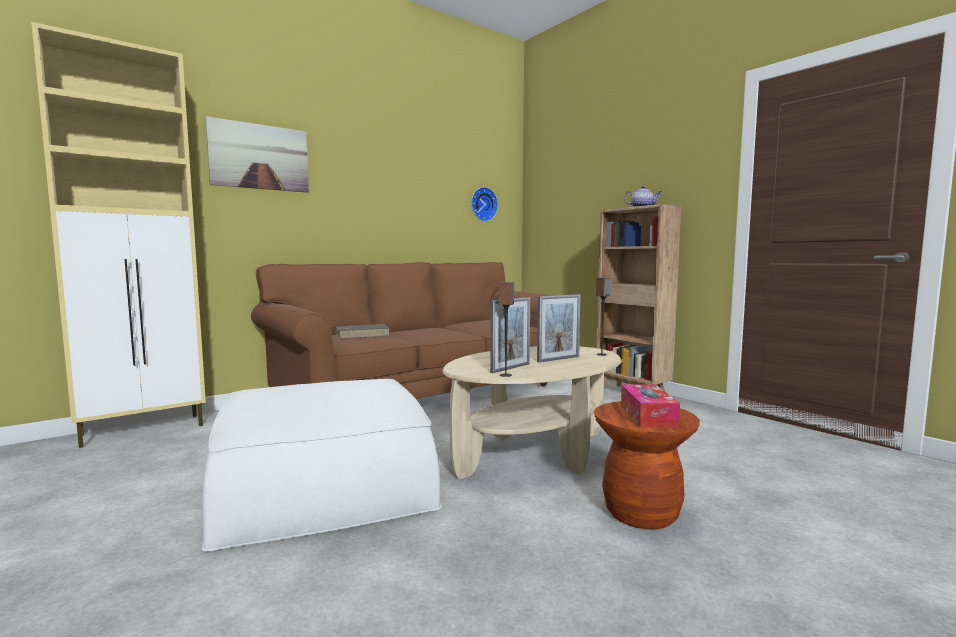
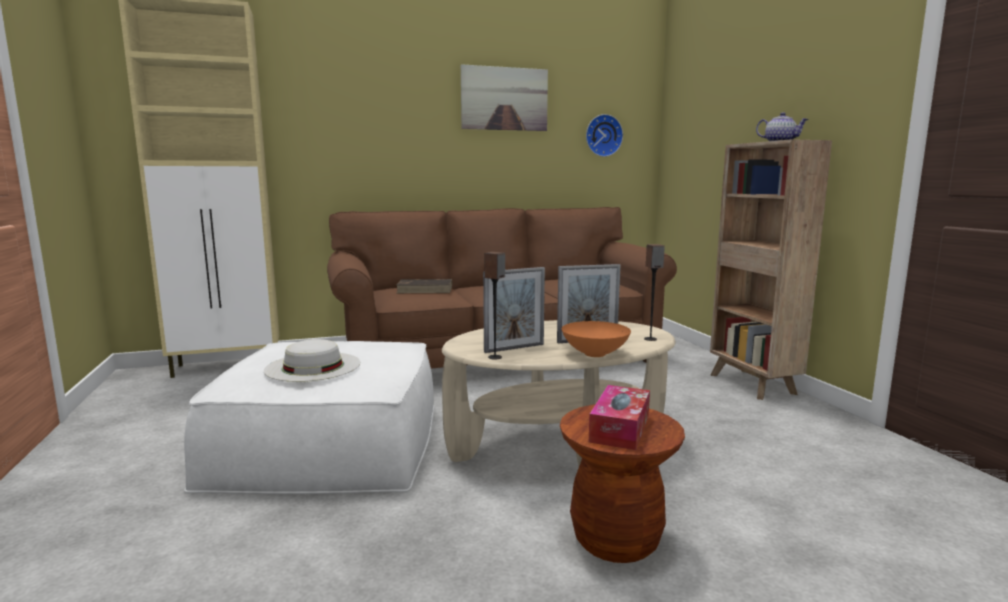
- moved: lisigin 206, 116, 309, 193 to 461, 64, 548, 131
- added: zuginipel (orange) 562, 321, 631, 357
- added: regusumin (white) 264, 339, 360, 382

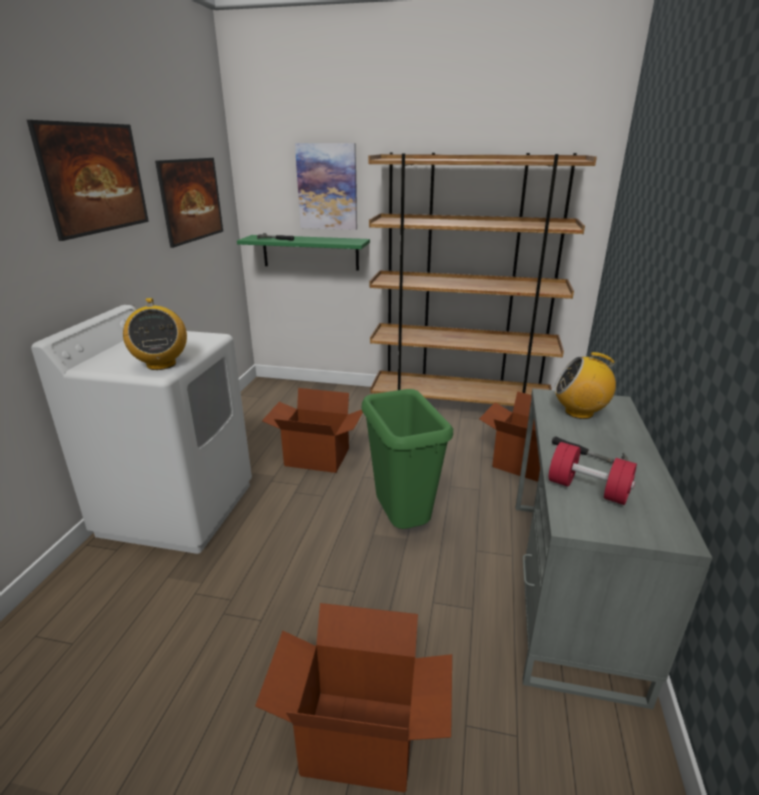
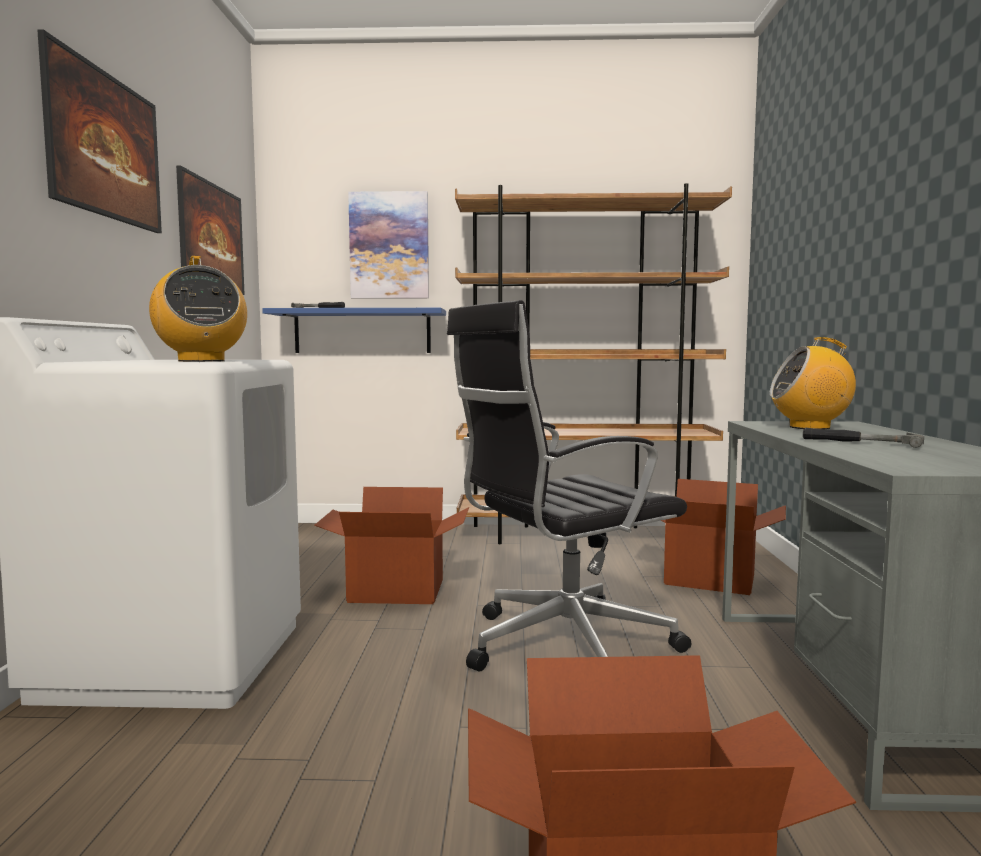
- recoloured: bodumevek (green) 237, 235, 370, 271 to bodumevek (blue) 262, 308, 446, 353
- replaced: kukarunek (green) 362, 389, 453, 529 to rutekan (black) 447, 300, 691, 671
- removed: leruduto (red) 549, 442, 637, 505

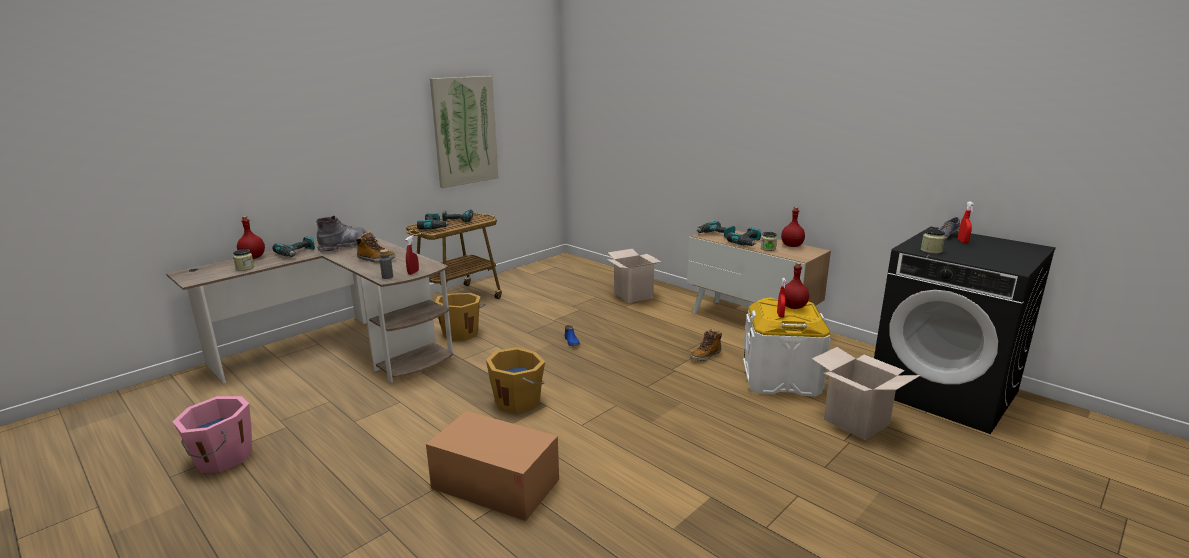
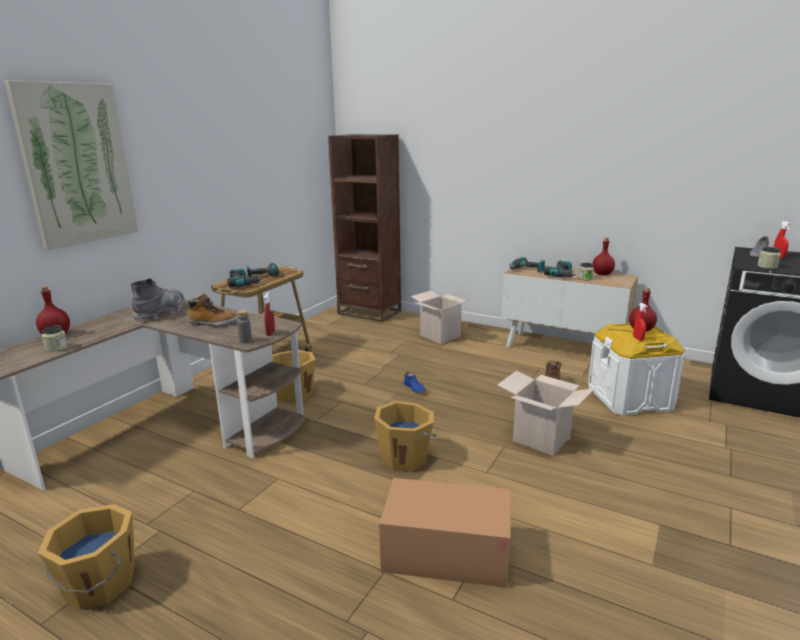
- moved: lisigin 430, 76, 499, 188 to 5, 80, 138, 250
- removed: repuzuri 272, 236, 315, 257
- moved: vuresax 812, 347, 921, 440 to 498, 371, 595, 456
- recoloured: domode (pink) 173, 396, 252, 473 to domode (orange) 38, 504, 134, 610
- added: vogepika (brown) 328, 134, 401, 322

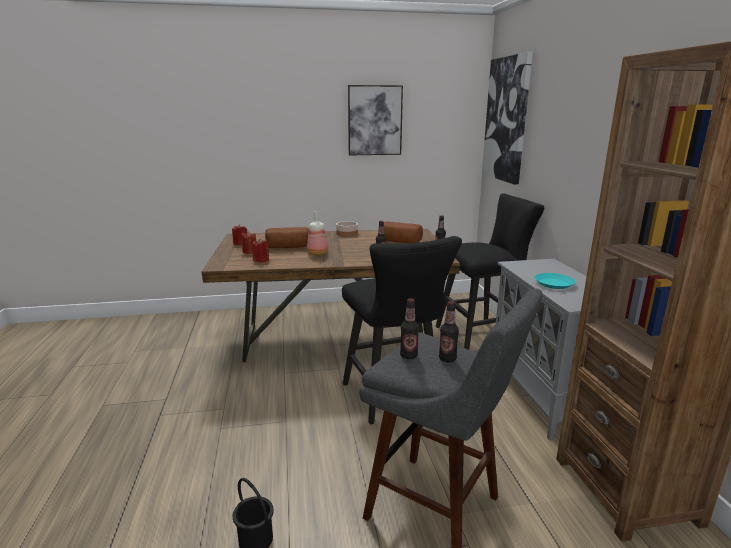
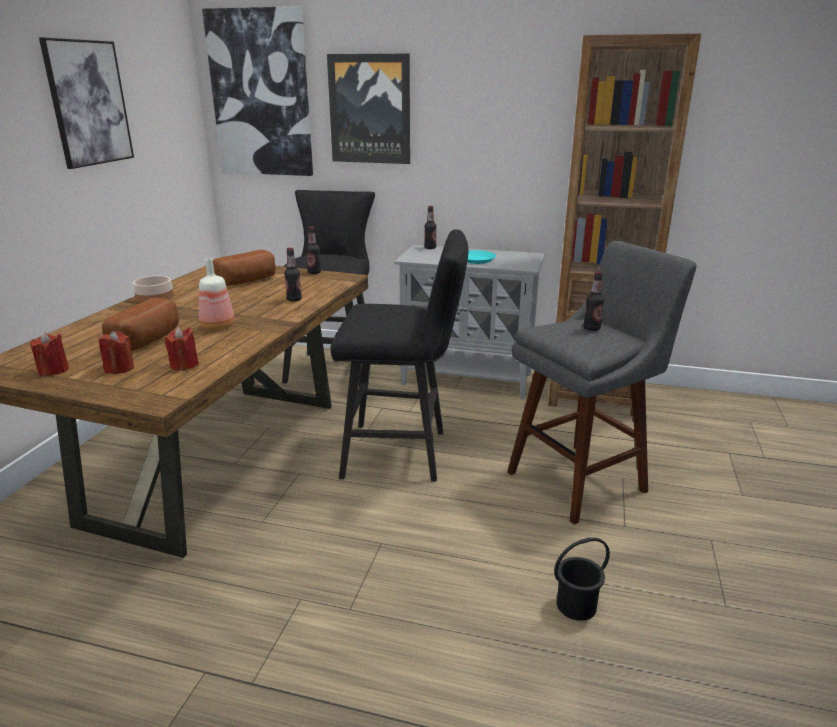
- moved: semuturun 400, 298, 419, 359 to 424, 206, 437, 249
- added: lisigin 327, 54, 410, 164

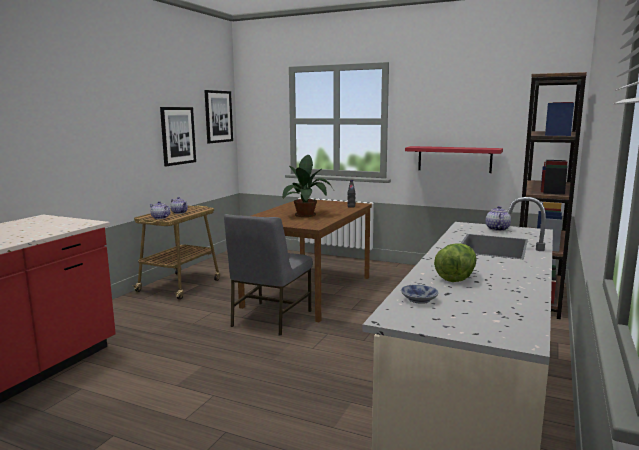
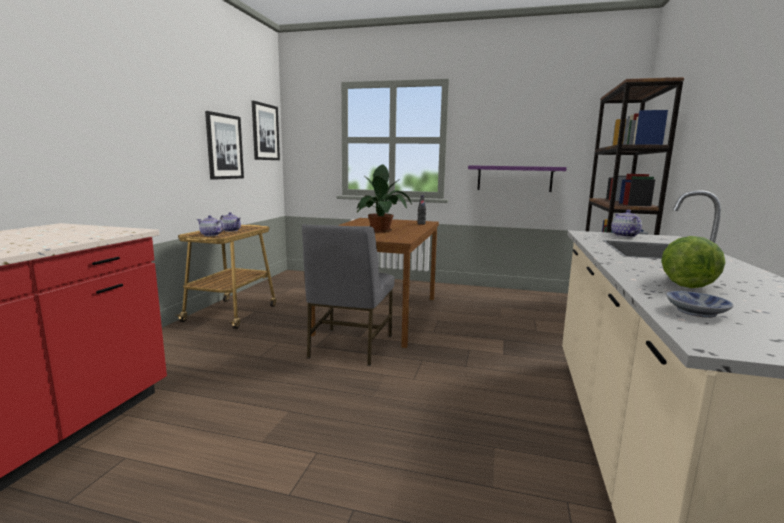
- recoloured: bodumevek (red) 405, 146, 503, 173 to bodumevek (purple) 468, 165, 567, 192

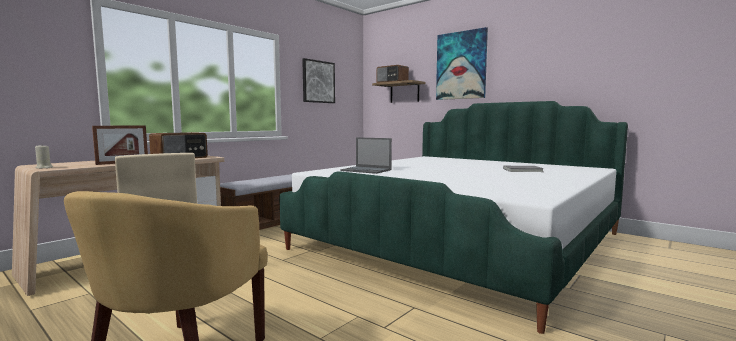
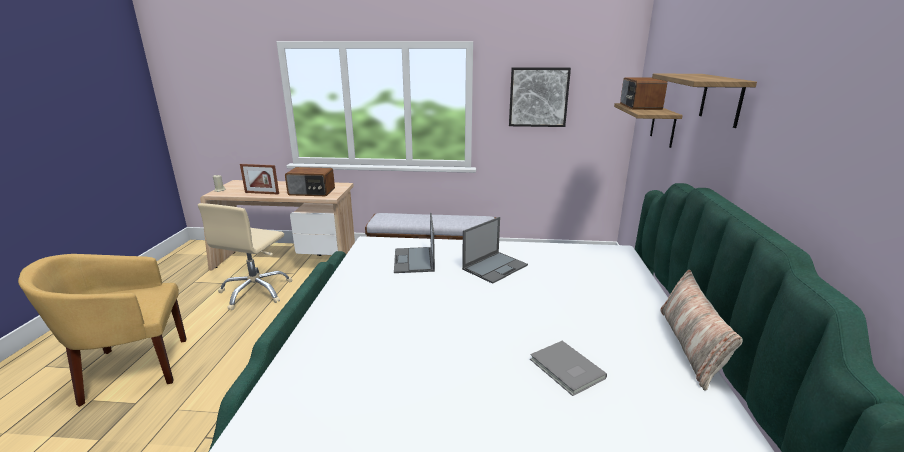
- replaced: lisigin 436, 27, 488, 100 to bodumevek 652, 74, 757, 128
- added: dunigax 462, 217, 528, 284
- added: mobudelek 661, 270, 743, 391

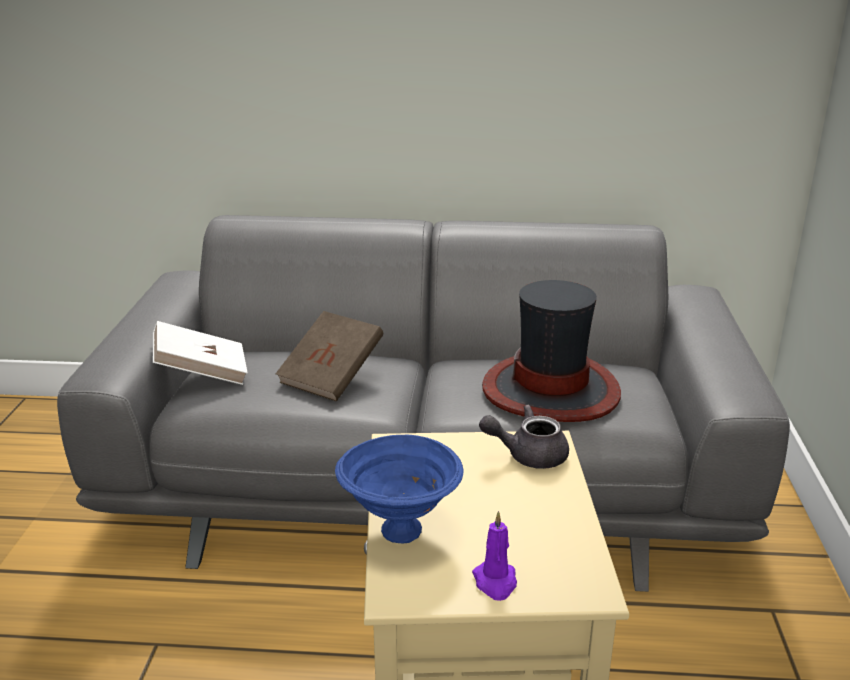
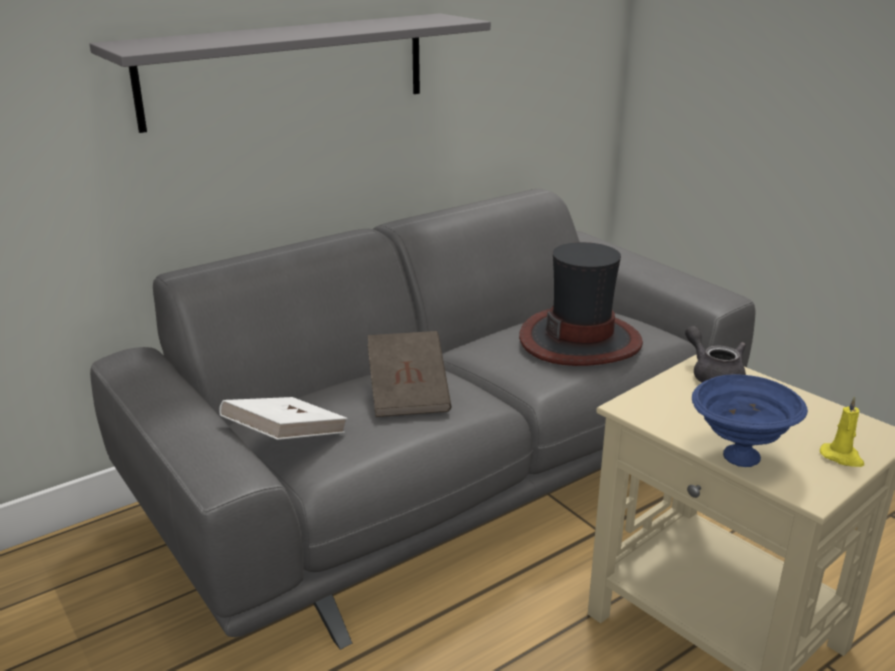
- turned: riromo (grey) 479, 405, 569, 469 = 685, 326, 746, 382 105 degrees clockwise
- recoloured: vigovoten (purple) 472, 511, 517, 601 to vigovoten (yellow) 820, 397, 864, 467
- added: bodumevek (grey) 89, 13, 491, 133

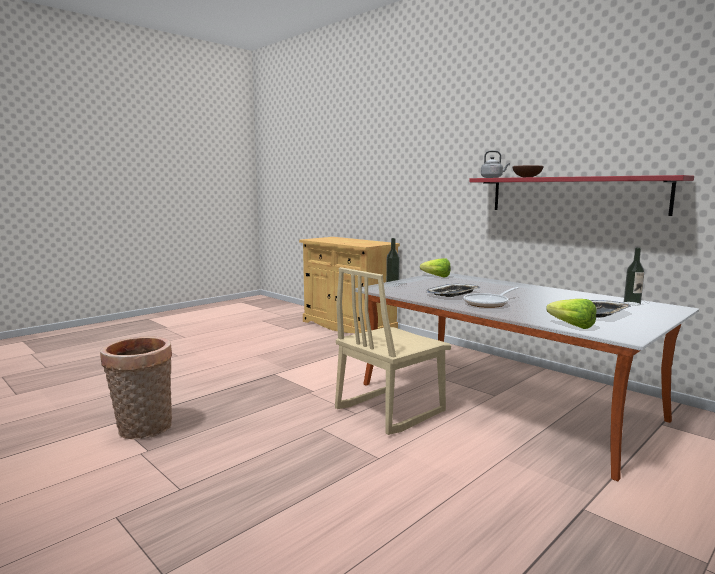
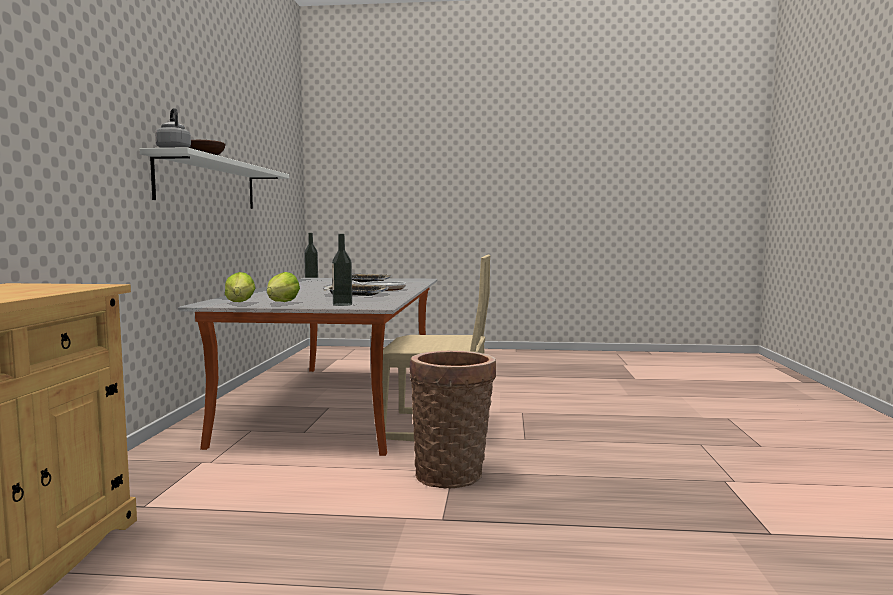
- recoloured: bodumevek (red) 469, 175, 694, 216 to bodumevek (white) 140, 147, 289, 209
- moved: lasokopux 546, 299, 596, 329 to 267, 272, 300, 302
- moved: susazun 100, 336, 172, 439 to 410, 351, 496, 489

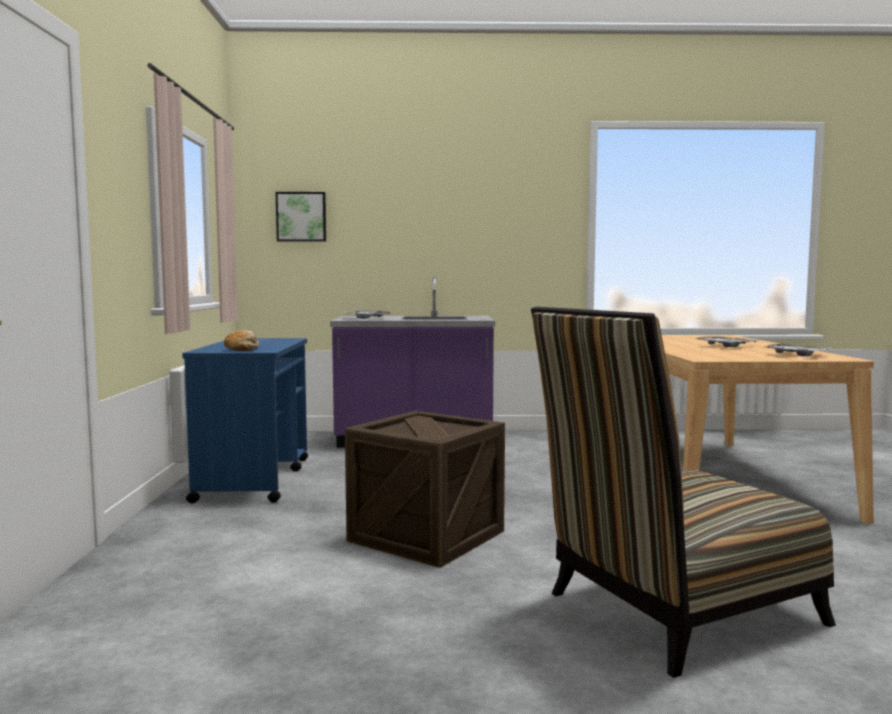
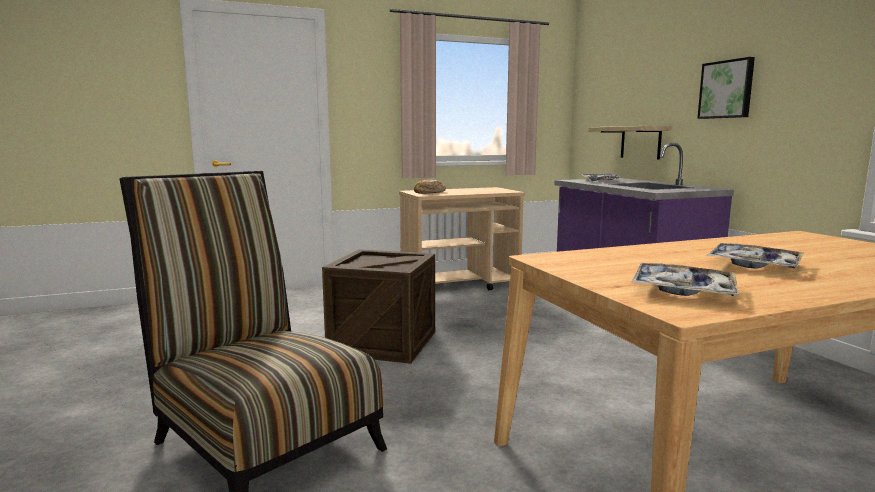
- moved: lisigin 276, 192, 326, 242 to 697, 57, 755, 119
- recoloured: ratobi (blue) 182, 338, 308, 503 to ratobi (beige) 399, 187, 525, 290
- added: bodumevek 588, 126, 671, 160

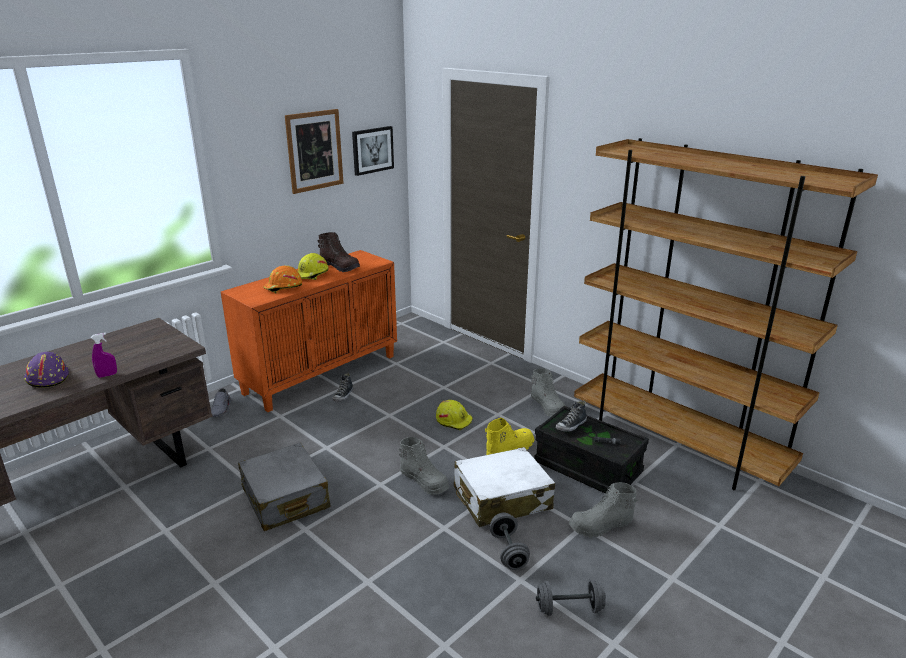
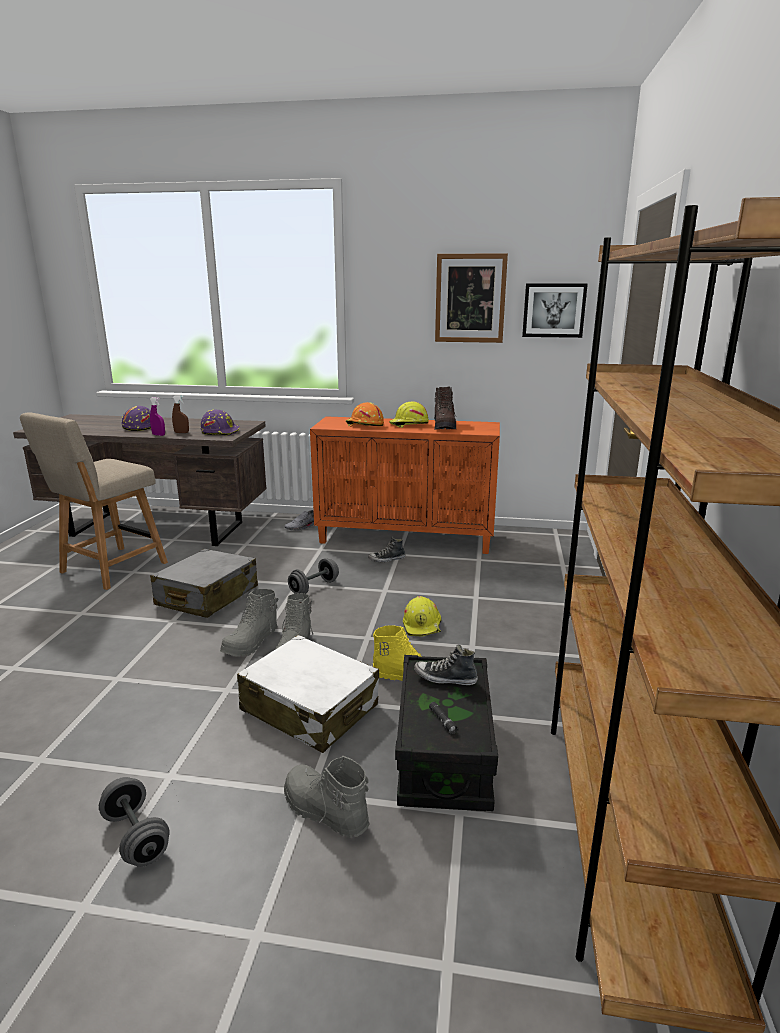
- moved: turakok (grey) 531, 368, 566, 417 to 220, 589, 278, 657
- moved: leruduto (grey) 489, 513, 530, 570 to 288, 558, 339, 594
- added: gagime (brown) 172, 395, 189, 433
- added: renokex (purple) 201, 410, 240, 436
- added: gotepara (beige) 20, 412, 168, 590

